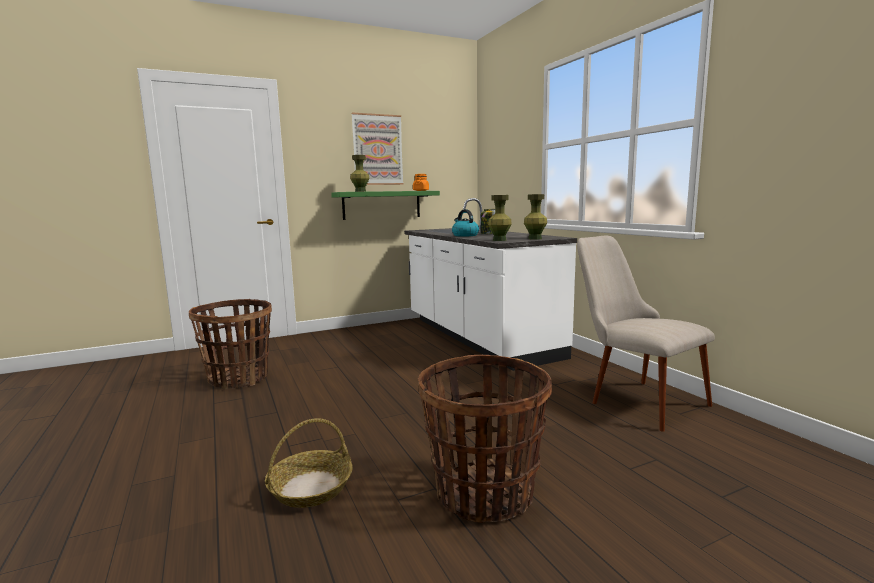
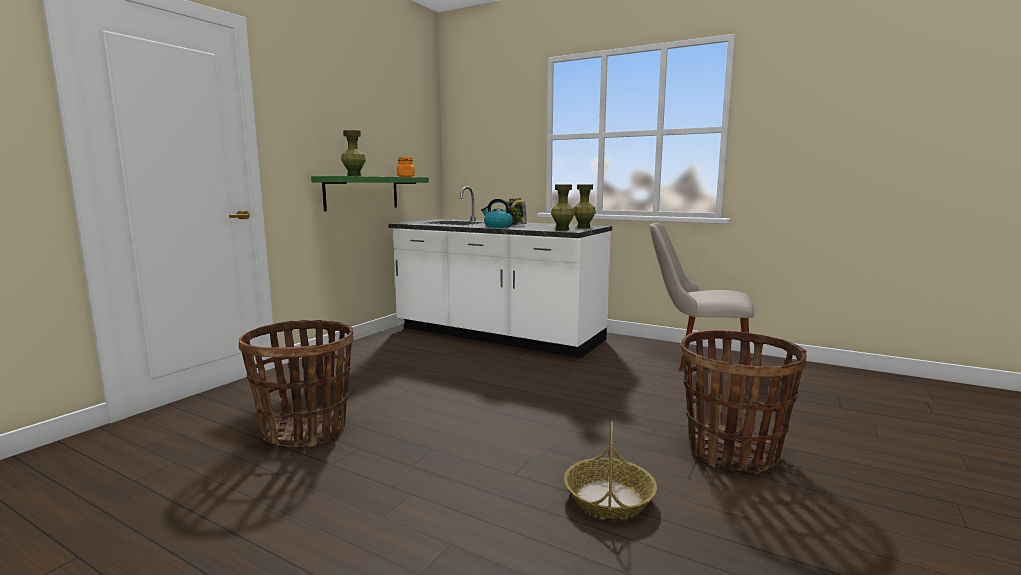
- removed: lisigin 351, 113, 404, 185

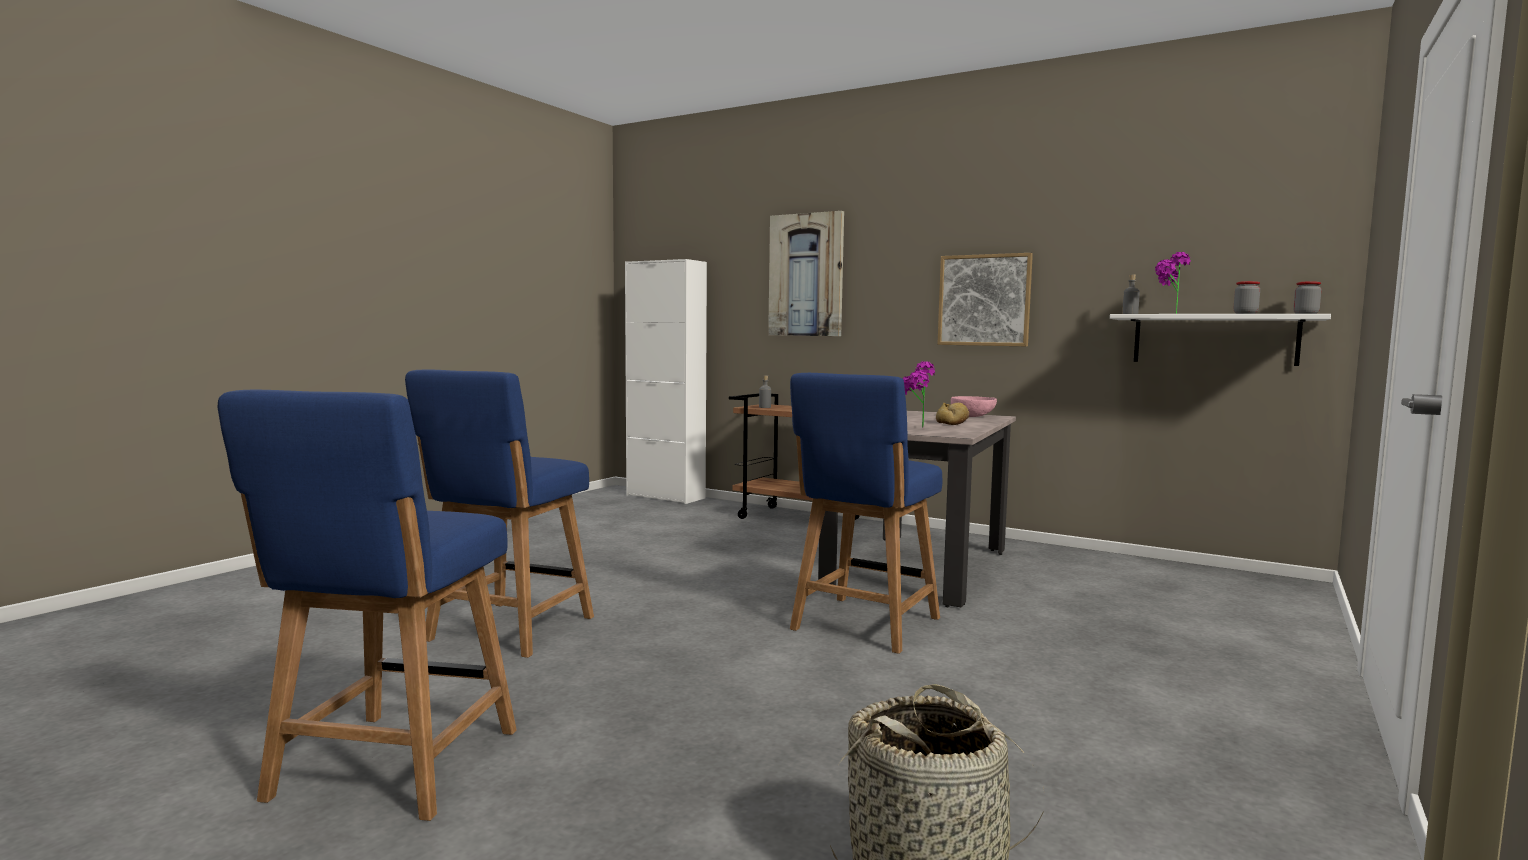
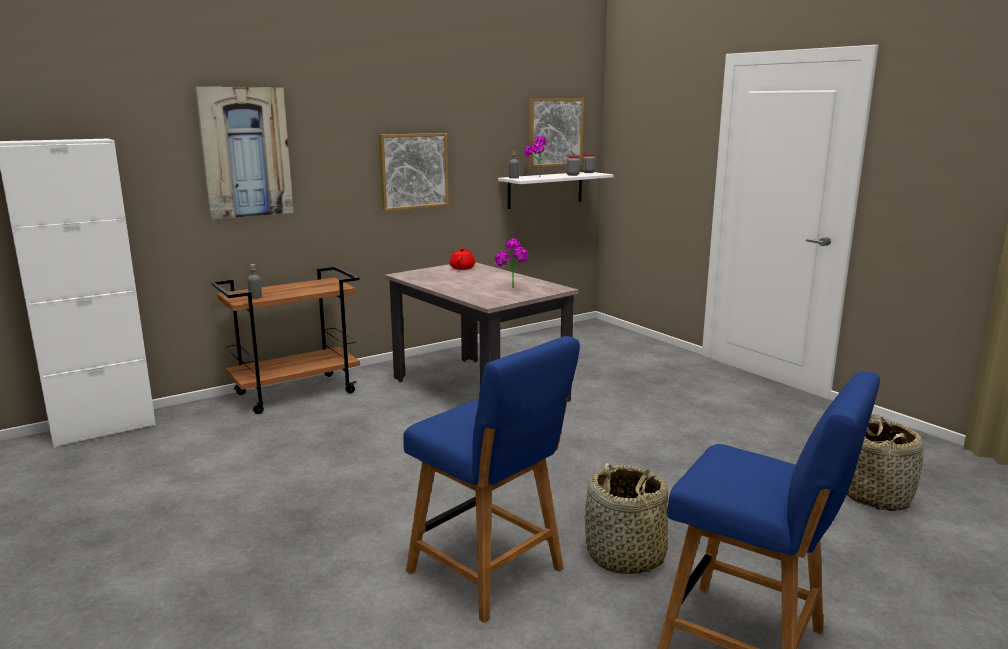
- removed: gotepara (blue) 790, 373, 942, 654
- replaced: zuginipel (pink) 951, 396, 997, 417 to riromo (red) 450, 248, 475, 270
- removed: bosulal 936, 403, 969, 425
- added: lisigin 529, 98, 584, 168
- added: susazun 585, 463, 668, 574

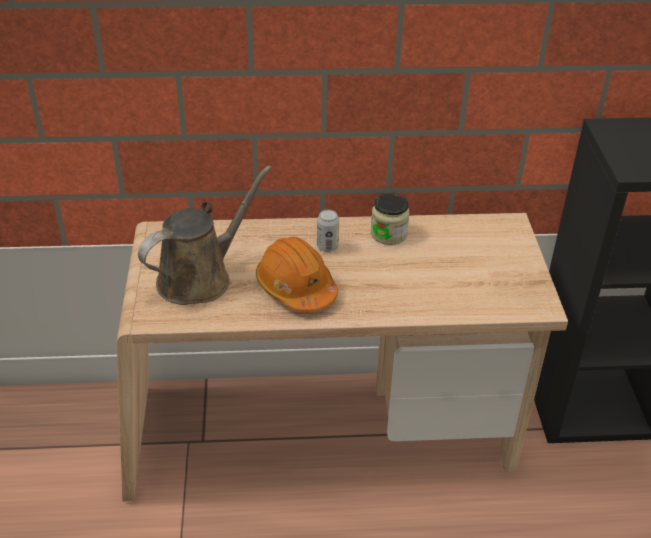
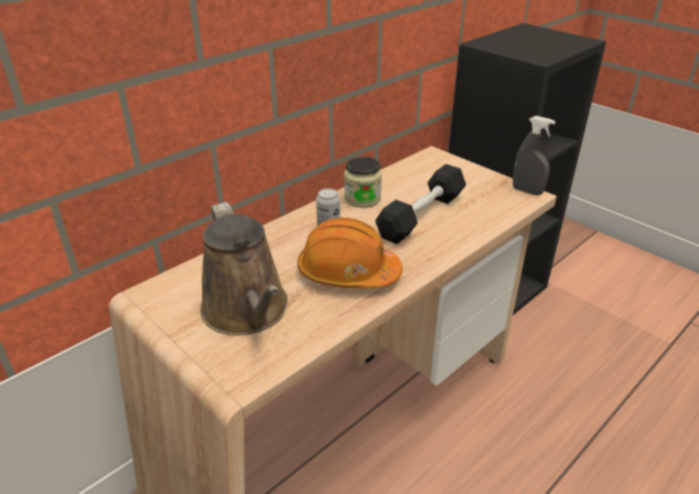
- turned: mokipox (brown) 138, 166, 272, 305 = 200, 202, 288, 336 150 degrees clockwise
- added: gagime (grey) 513, 116, 555, 196
- added: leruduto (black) 375, 164, 466, 244

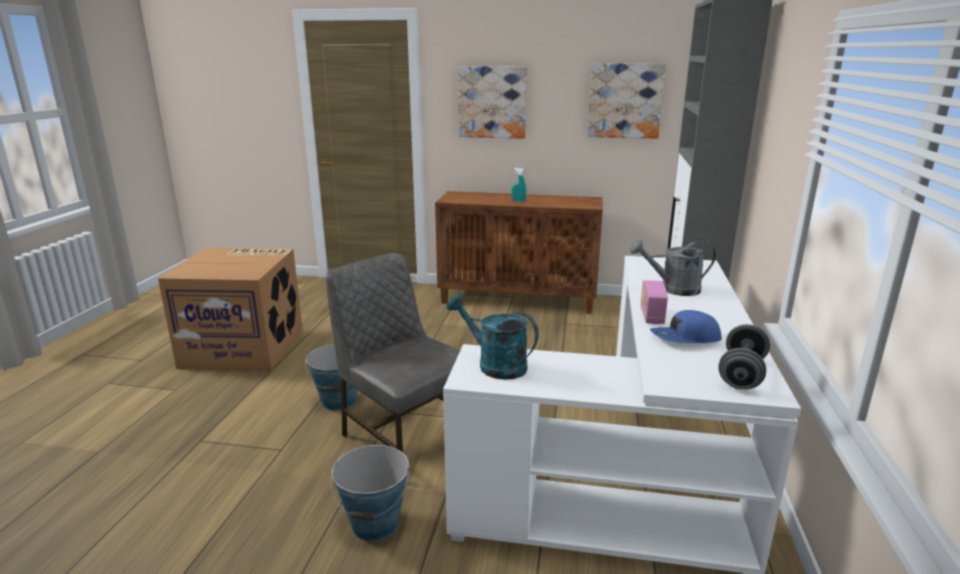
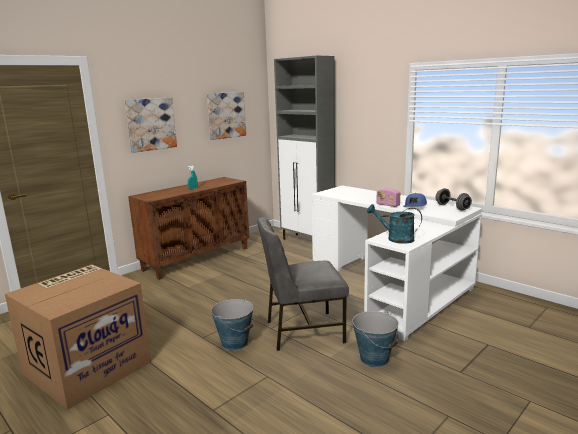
- removed: mokipox (grey) 630, 239, 716, 296
- turned: mokipox (turquoise) 447, 294, 539, 380 = 367, 204, 422, 244 45 degrees clockwise

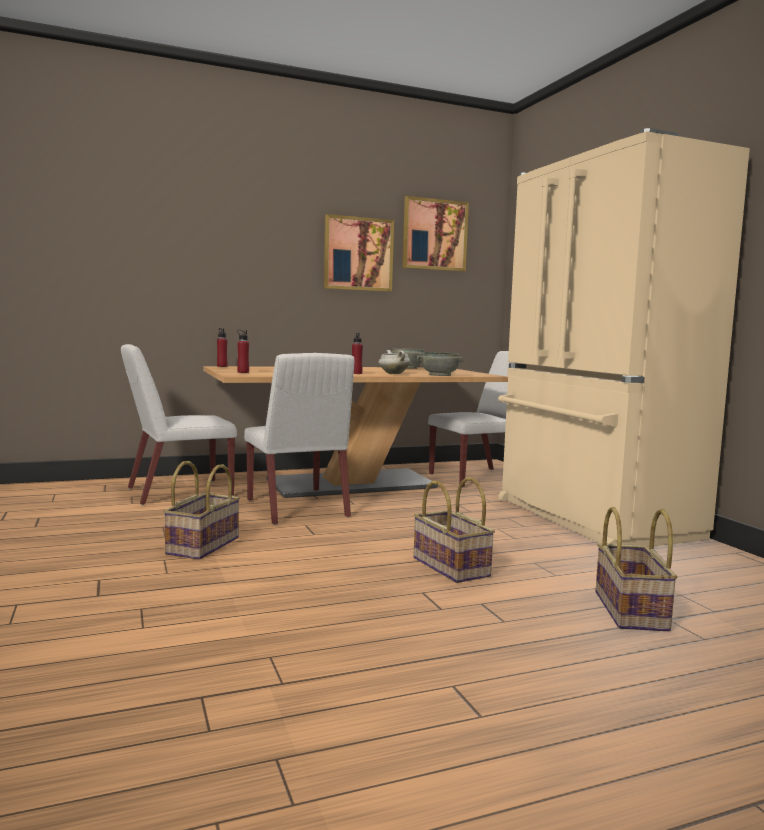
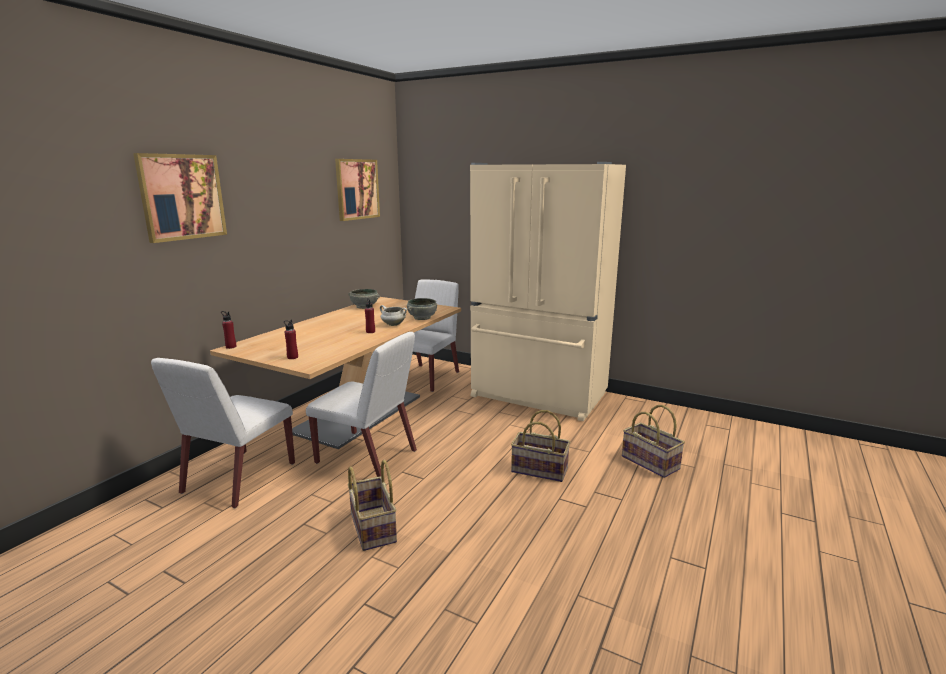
- moved: lisigin 324, 214, 394, 292 to 133, 153, 227, 243

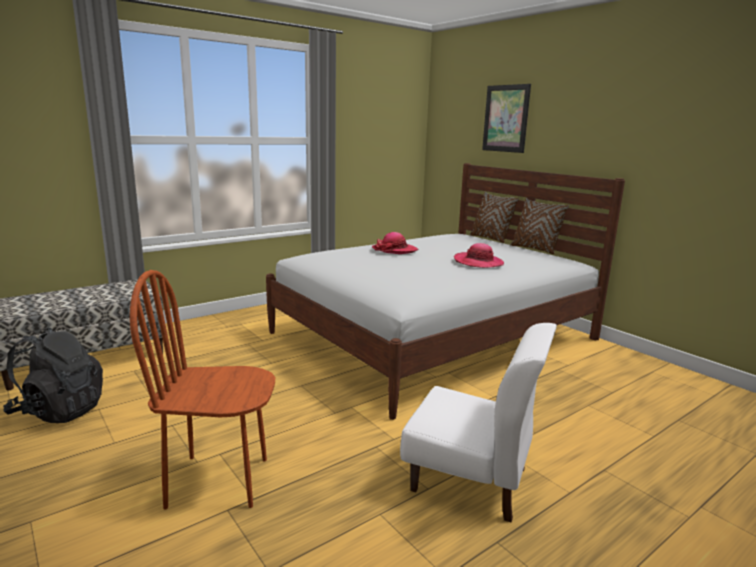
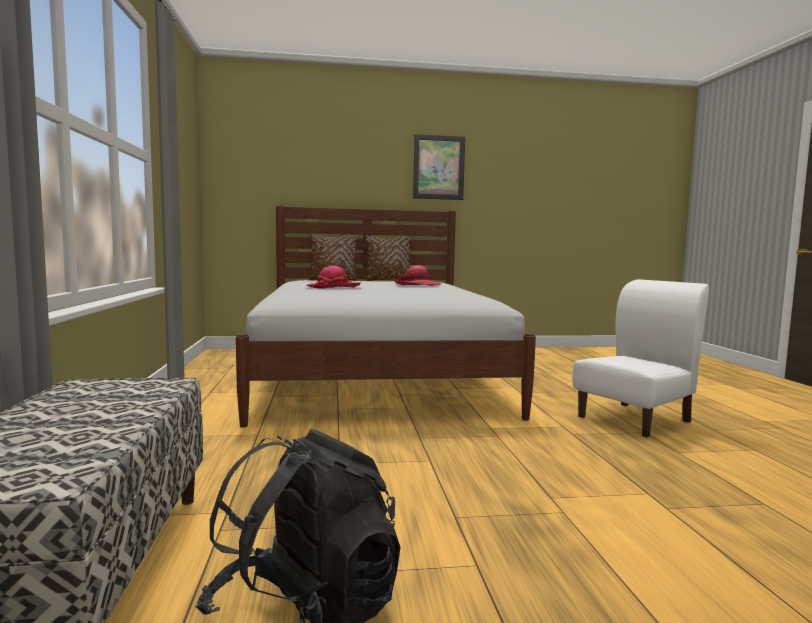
- moved: lisigin 482, 84, 531, 153 to 413, 134, 465, 200
- removed: gotepara (brown) 130, 270, 275, 509

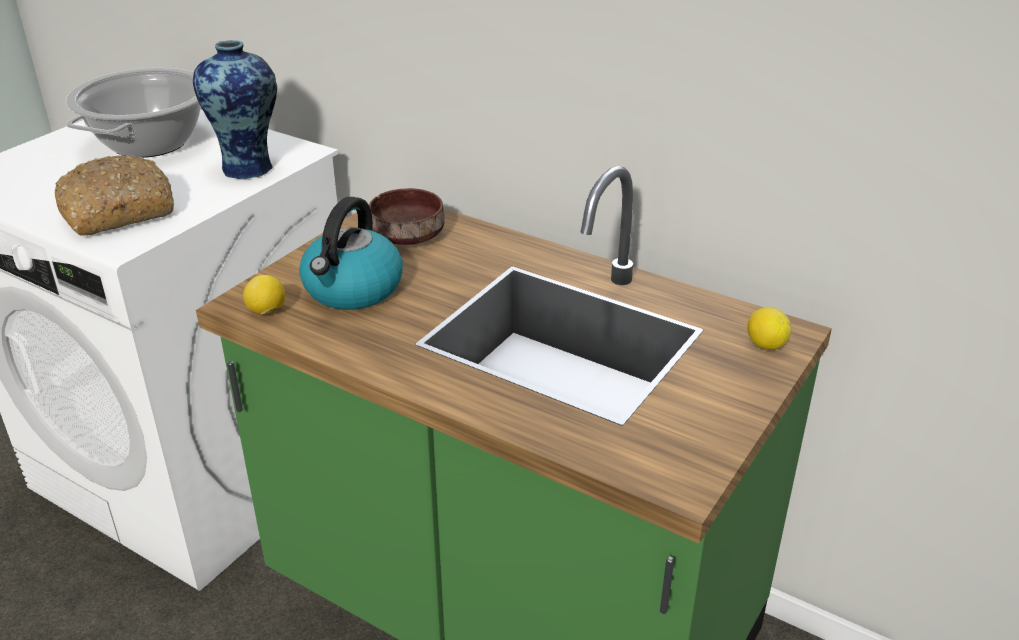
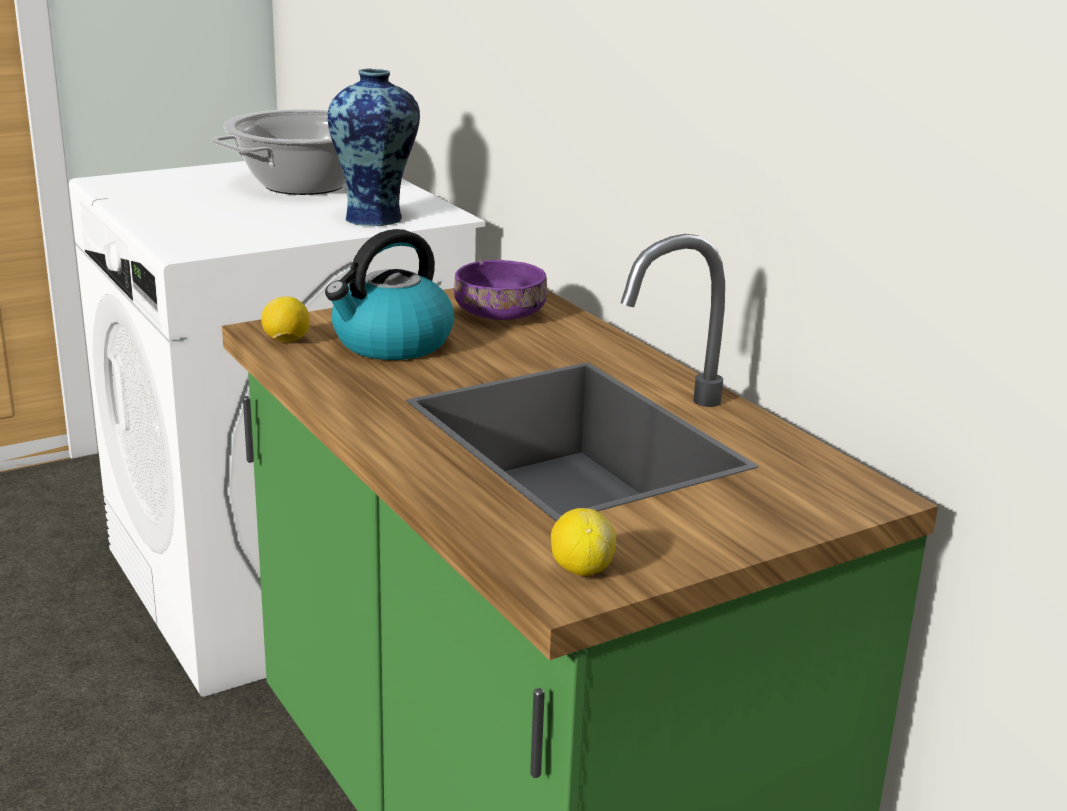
- removed: bosulal 55, 155, 174, 236
- recoloured: zuginipel (brown) 369, 188, 445, 245 to zuginipel (purple) 454, 260, 547, 320
- moved: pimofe 747, 307, 791, 350 to 551, 508, 616, 576

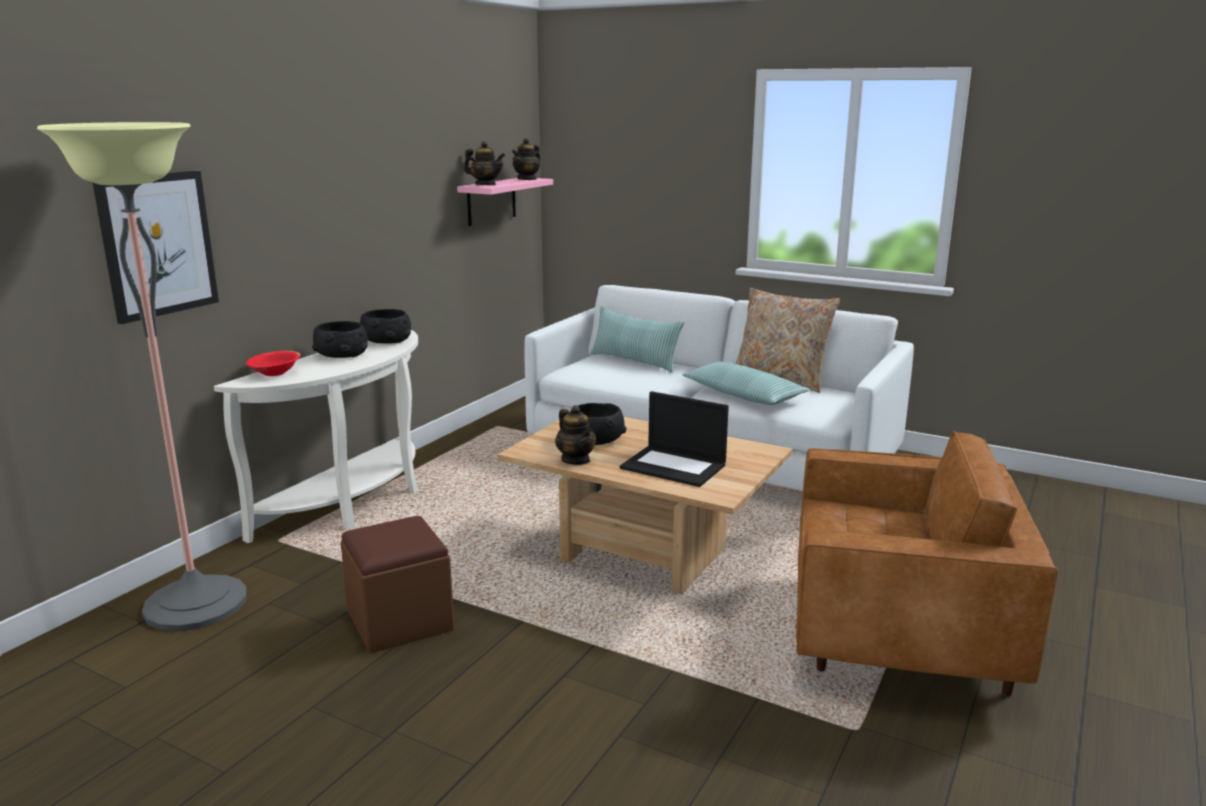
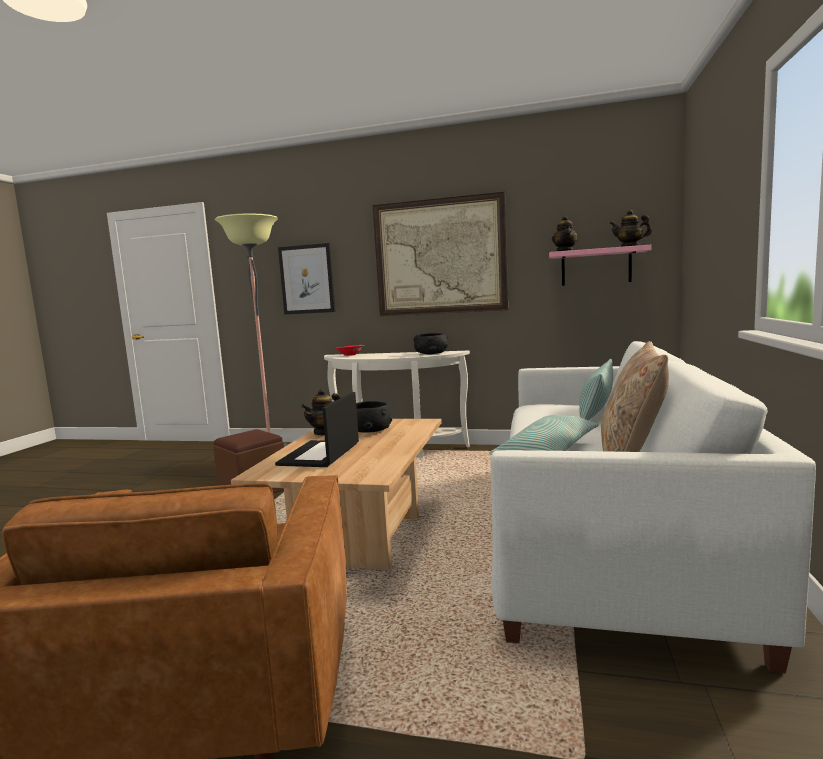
- removed: zuginipel (black) 312, 321, 368, 358
- added: lisigin 373, 192, 508, 316

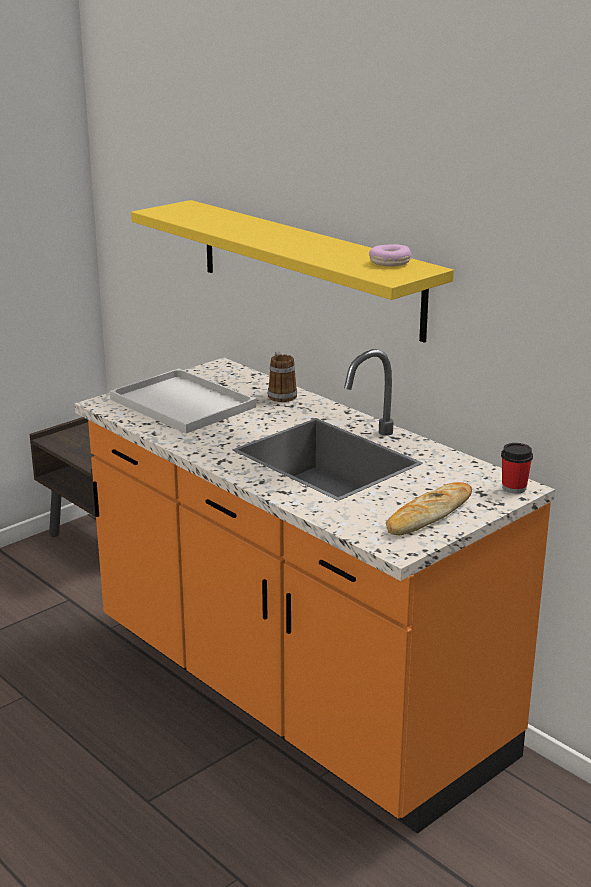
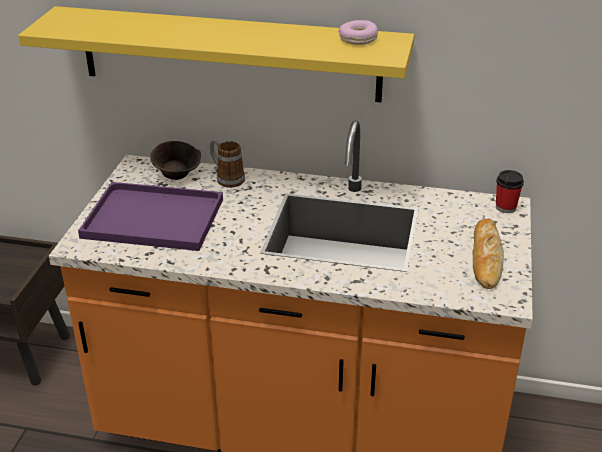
- recoloured: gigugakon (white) 110, 369, 256, 434 to gigugakon (purple) 78, 182, 223, 251
- added: zuginipel (brown) 150, 141, 201, 180

